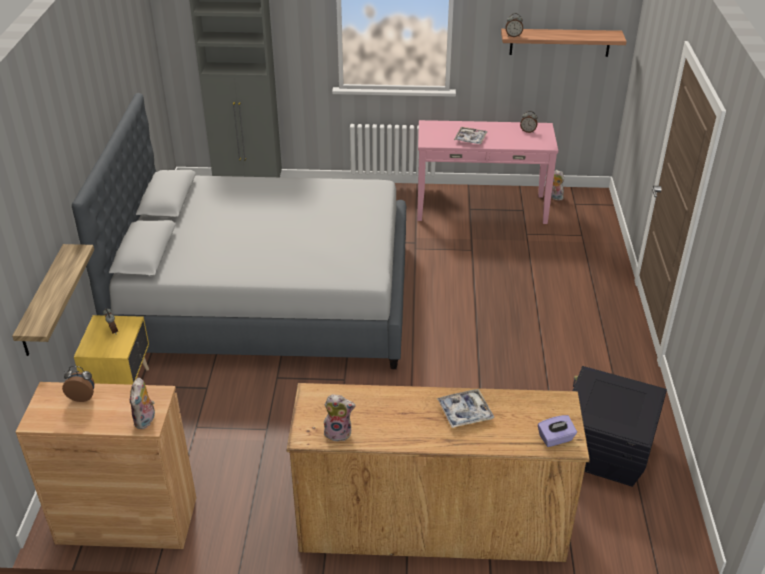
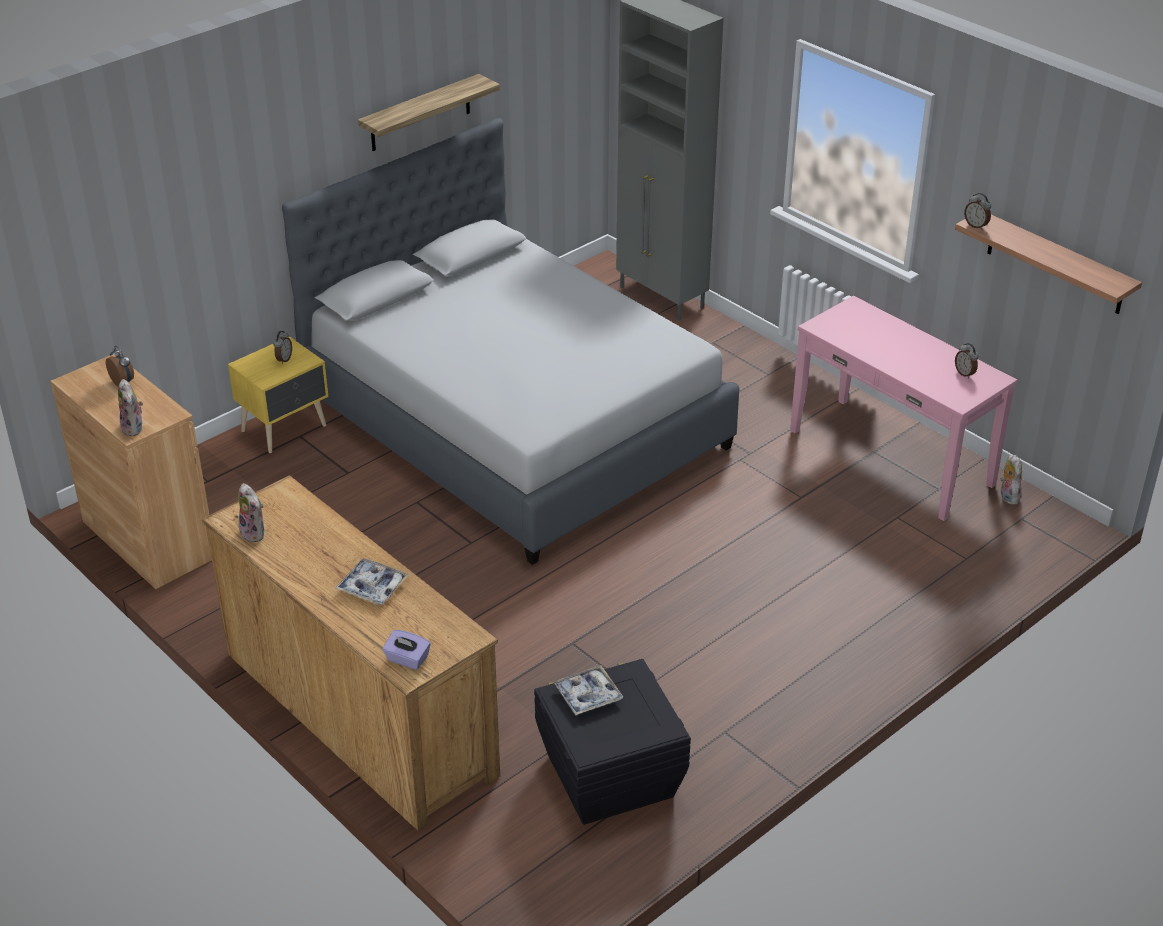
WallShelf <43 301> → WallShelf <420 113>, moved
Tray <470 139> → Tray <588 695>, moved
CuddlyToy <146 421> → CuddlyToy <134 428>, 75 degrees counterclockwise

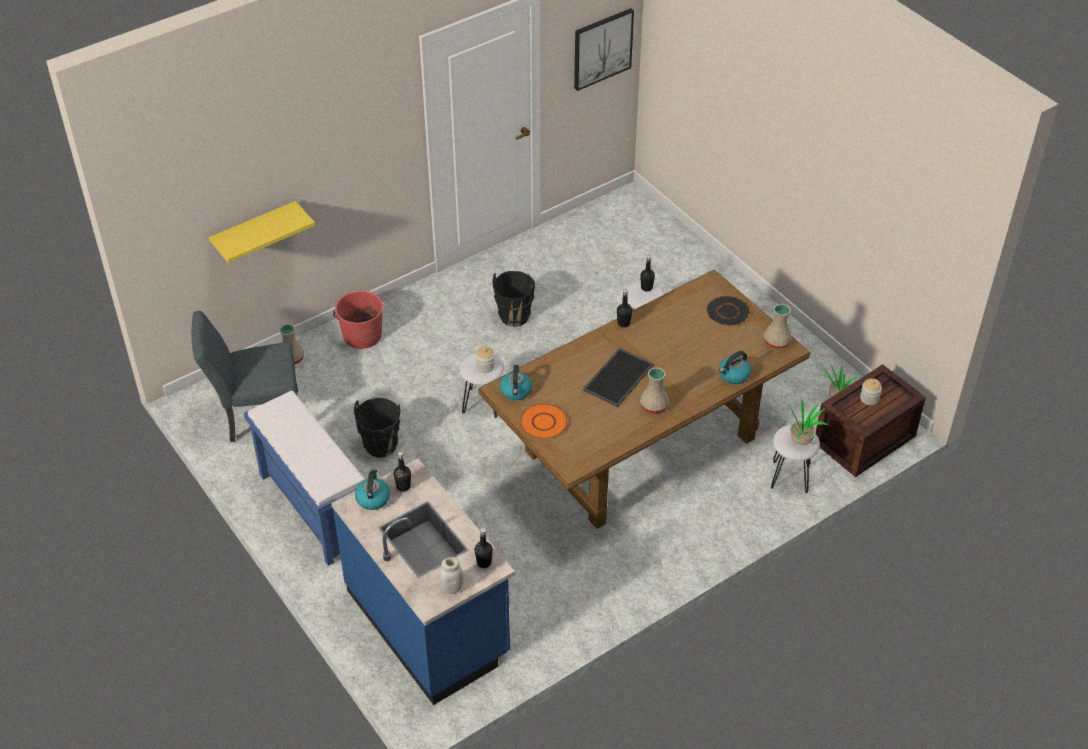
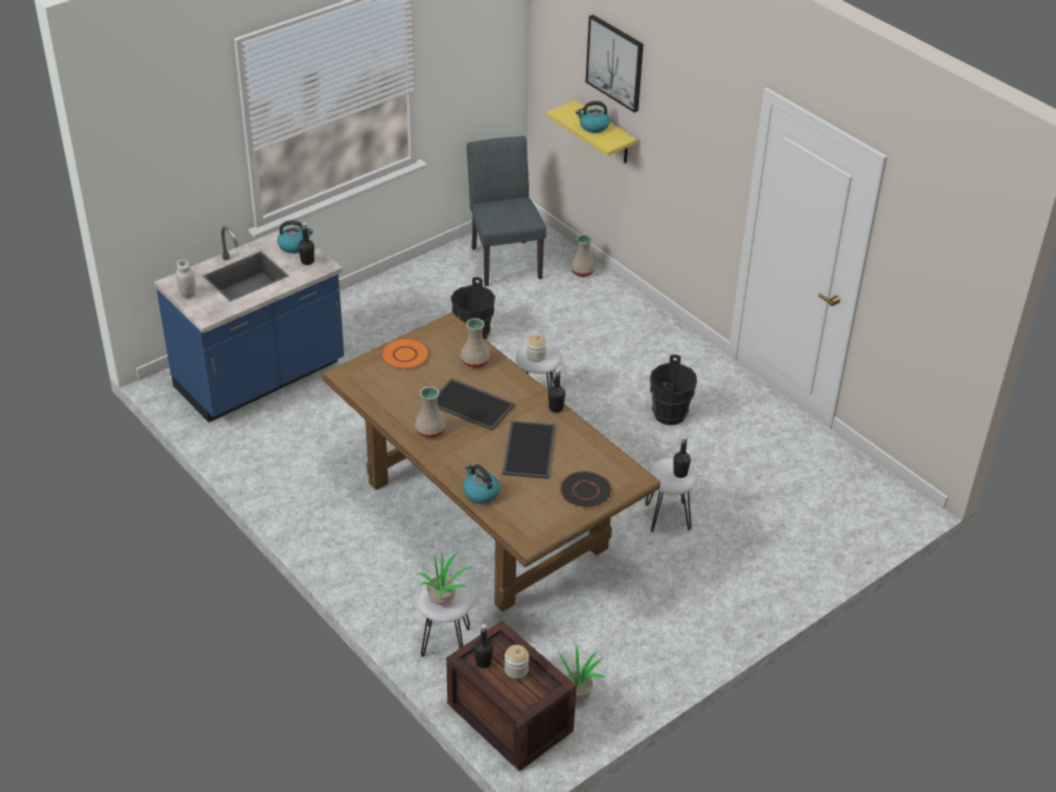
BlueLongSeat <314 507> → -
ReddishWaterBucket <362 335> → -
- → Tray <528 449>
BlackBeverageBottle <484 562> → BlackBeverageBottle <483 662>, moved
Kettle <516 391> → Kettle <593 126>, moved
Picture <602 48> → Picture <615 62>, moved
BeigeVase <777 342> → BeigeVase <474 362>, moved

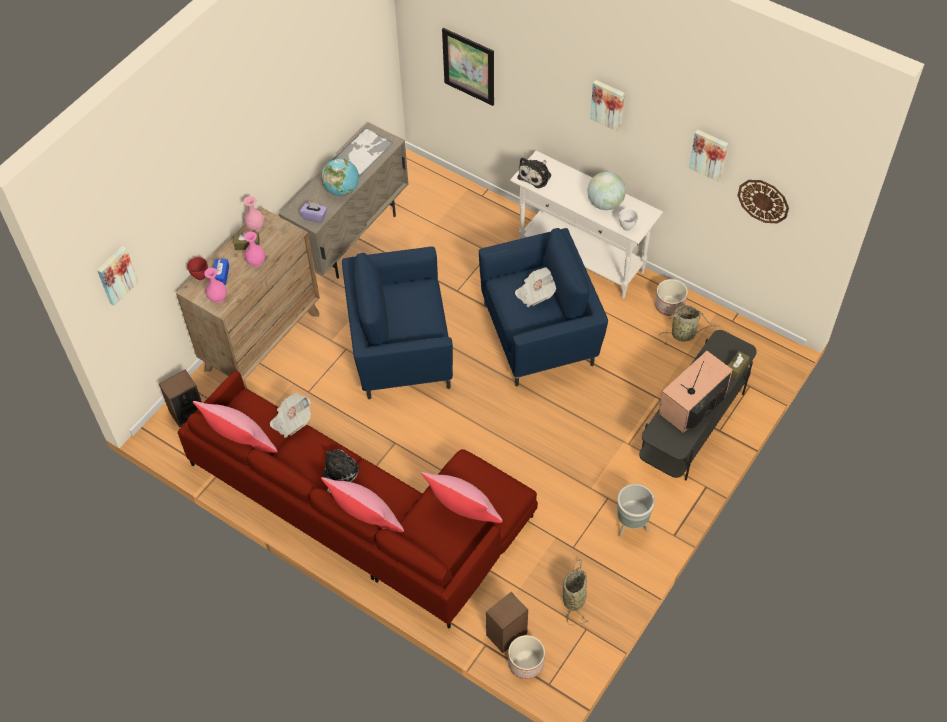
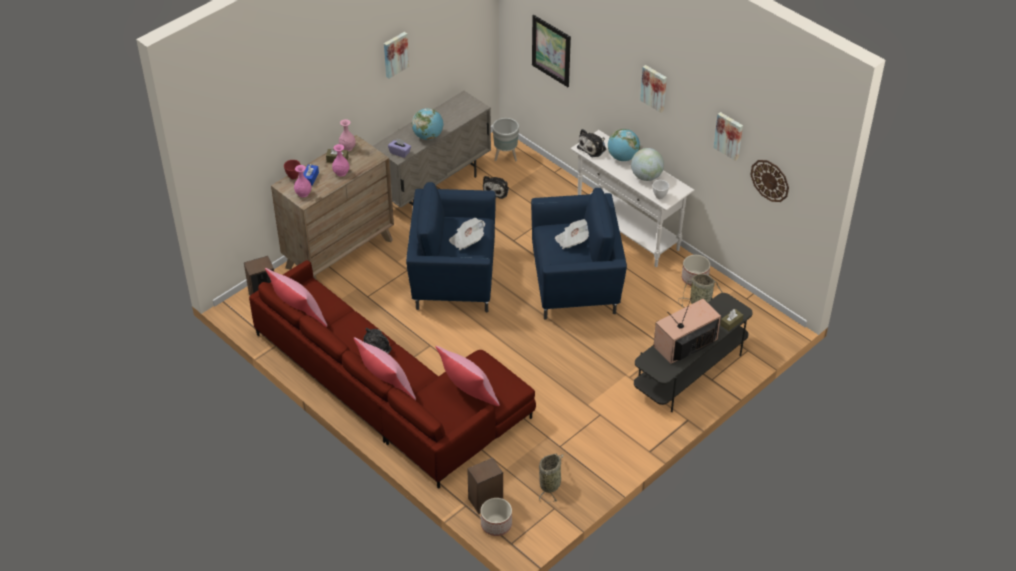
Tray <363 152> → -
- → CuddlyToy <496 190>
- → WorldGlobe <623 157>
Picture <116 275> → Picture <395 54>, moved
DailyPaper <291 421> → DailyPaper <467 240>, moved
GreyishFlowerPot <631 526> → GreyishFlowerPot <505 157>, moved

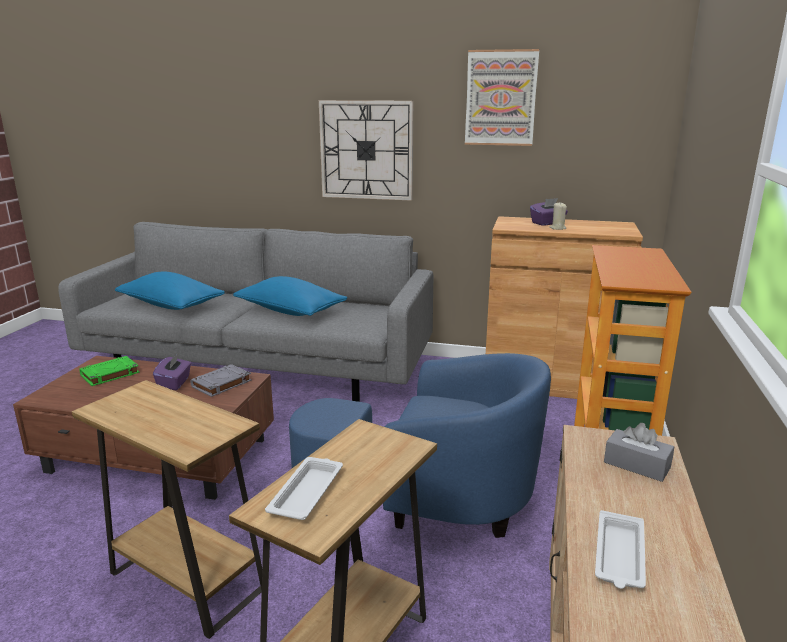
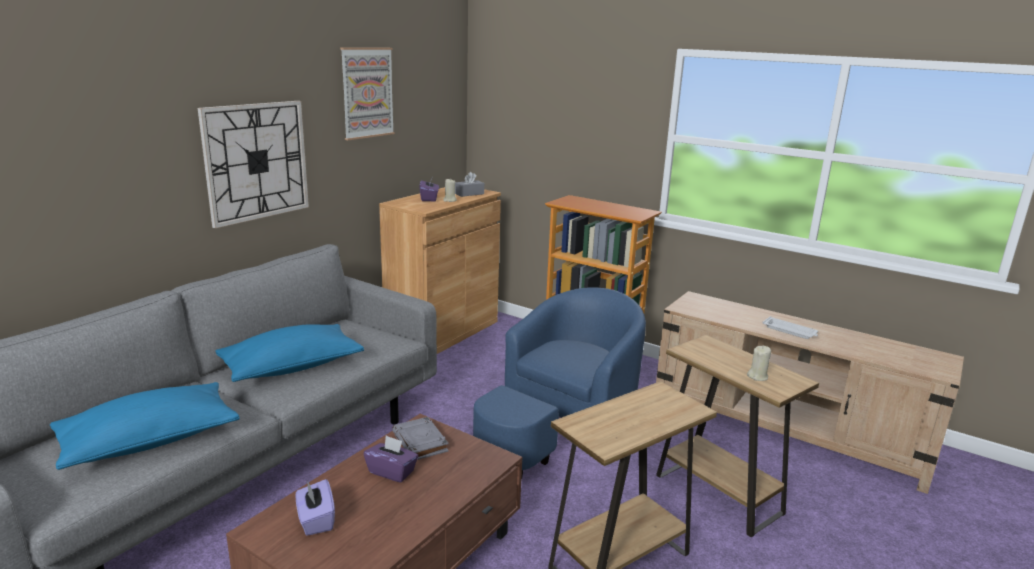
GreyishTissueHolder <636 465> → GreyishTissueHolder <469 194>, moved
GreenishVolume <109 374> → PurplishTissueHolder <316 520>
WhiteTray <307 492> → BeigeCandle <757 376>

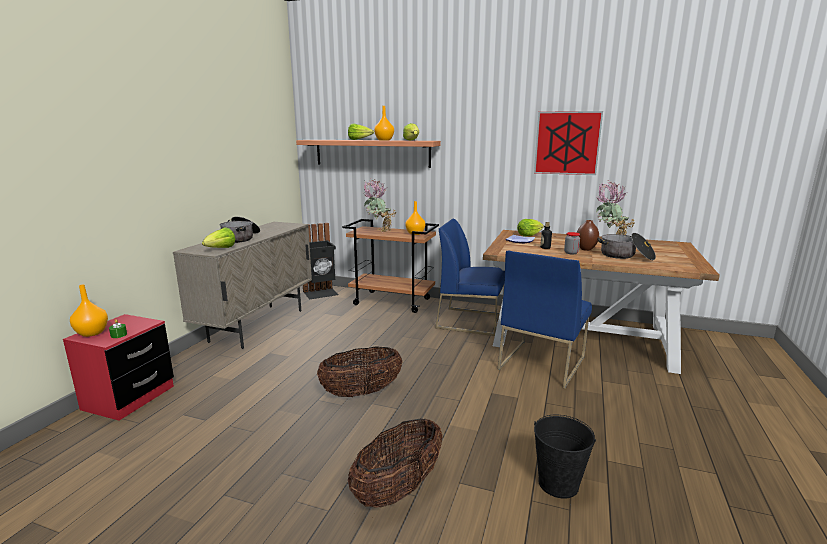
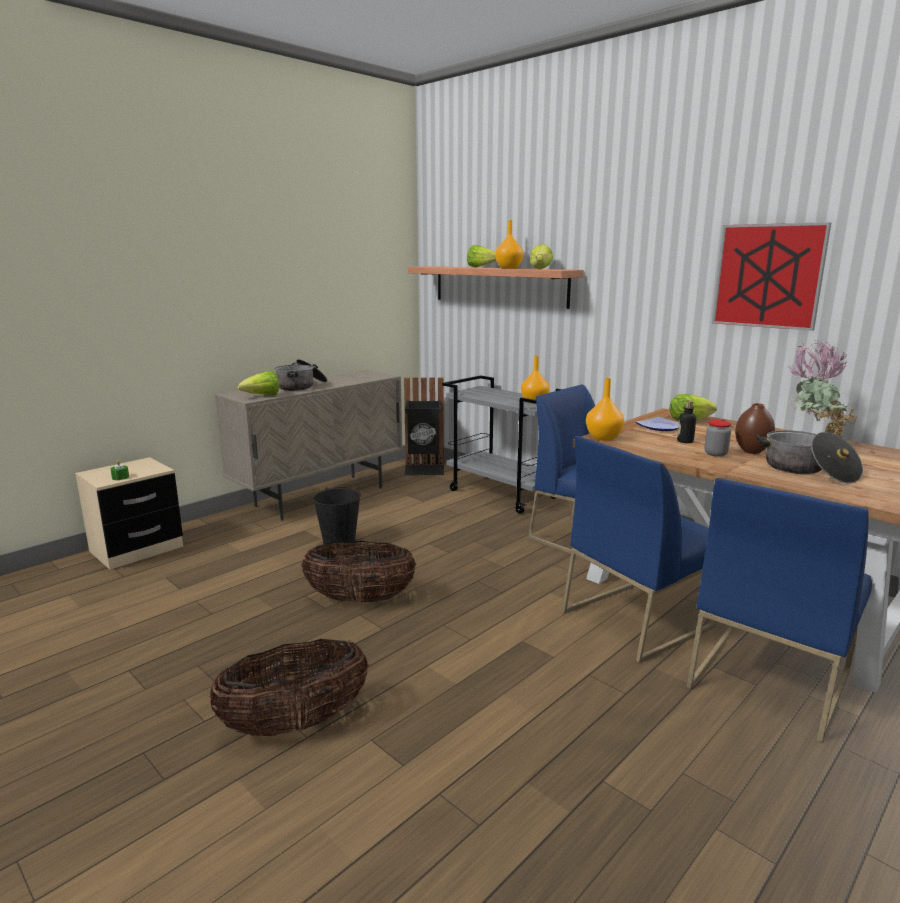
PottedPlant <379 232> → -
- → BlueUprightChair <768 678>
OrangeColouredVase <91 333> → OrangeColouredVase <603 438>, moved
BlackWaterBucket <558 484> → BlackWaterBucket <339 542>, moved
ReddishNightTable <129 398> → BeigeNightTable <137 549>
BrownWheeledCart <393 301> → GreyishWheeledCart <504 494>

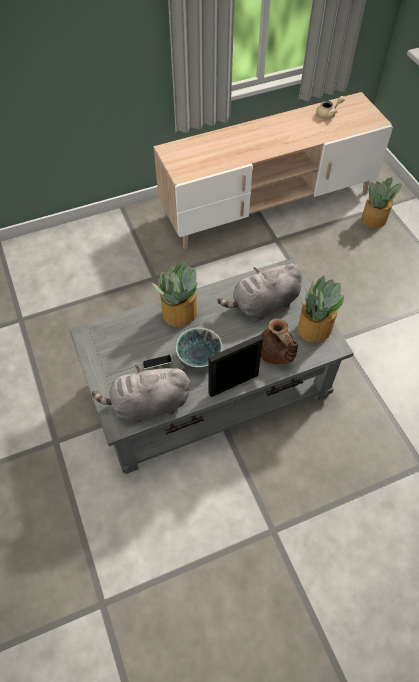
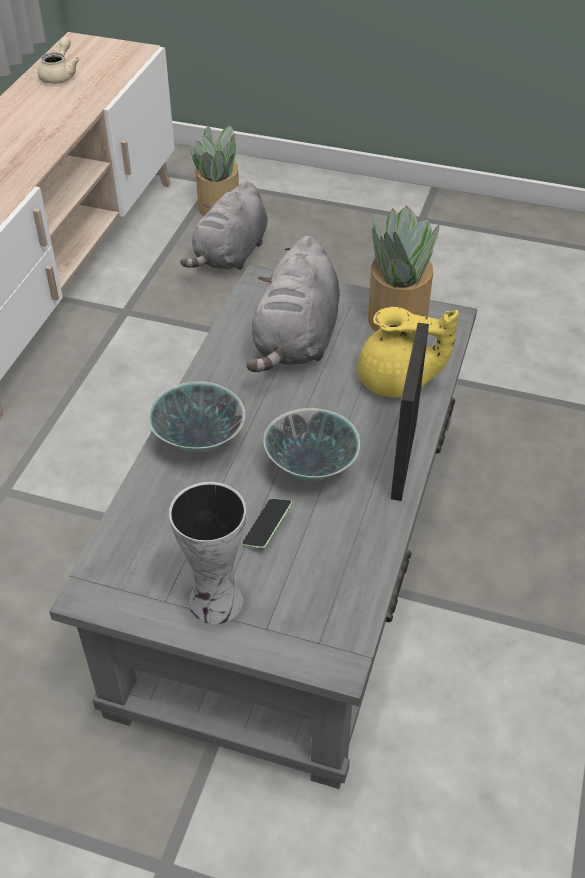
- → Vase <213 602>
GreyishCuddlyToy <147 405> → GreyishCuddlyToy <230 255>, moved
PottedPlant <178 313> → ServingBowl <198 442>
BrownPotForTea <275 354> → YellowPotForTea <397 382>

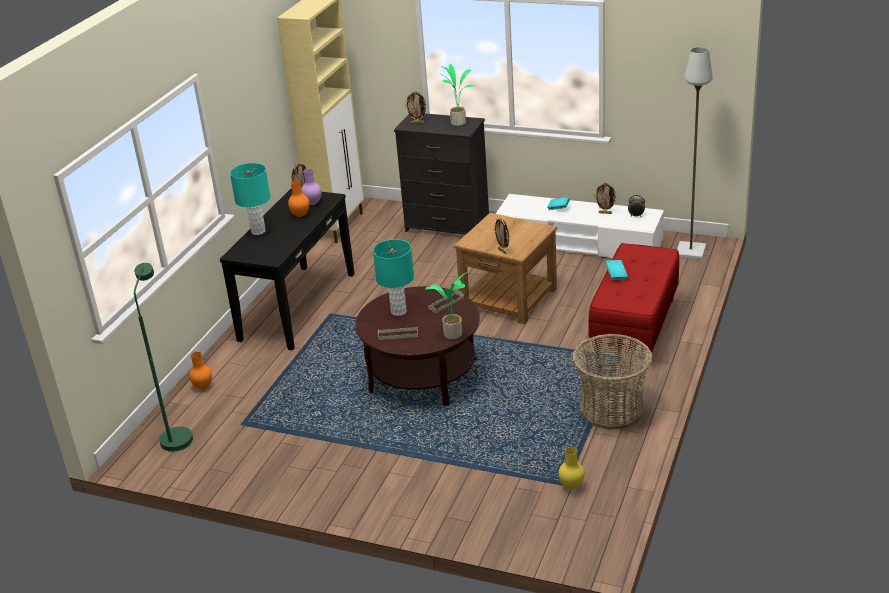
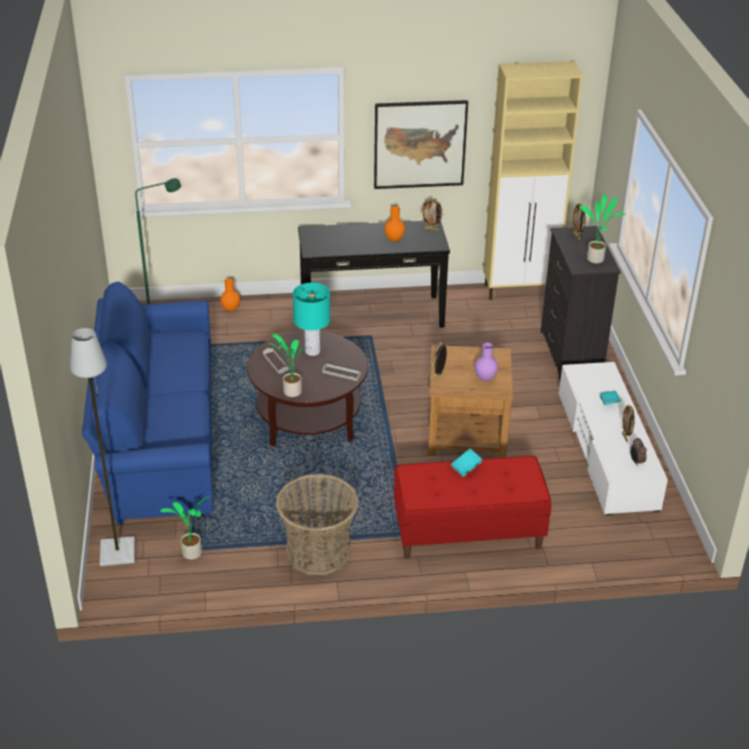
TurquoiseColouredTableLamp <258 231> → -
- → BlueSofa <159 439>
- → Picture <419 144>
PurplishVase <312 203> → PurplishVase <485 378>, moved
GreyishFloorLamp <690 251> → GreyishFloorLamp <118 552>, moved
YellowVase <571 486> → PottedPlant <191 554>

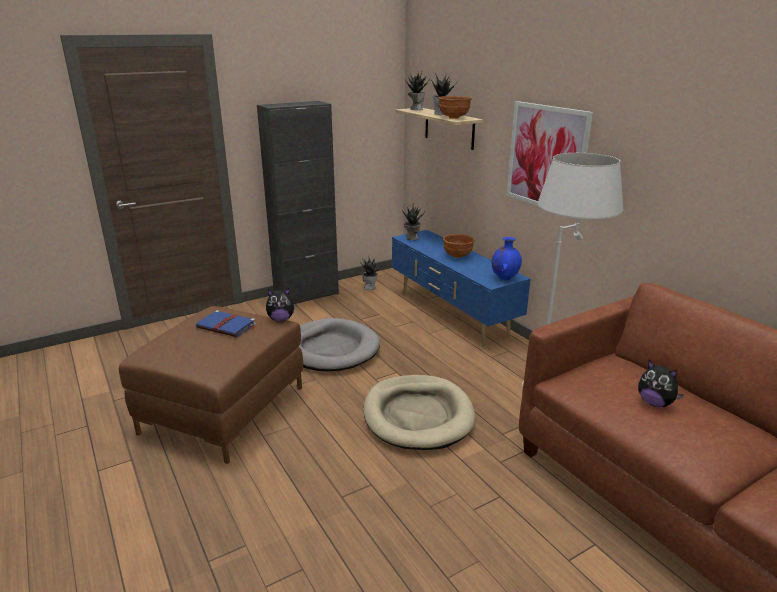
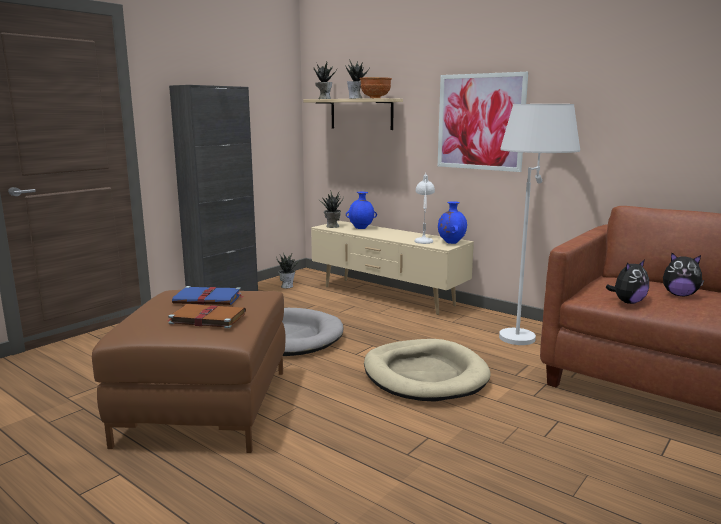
BrownServingBowl <458 256> → -
- → BrownVolume <206 318>
- → BlueVase <361 228>
- → WhiteTableLamp <424 240>
CuddlyToy <281 319> → CuddlyToy <627 302>, moved
BlueTvStand <452 314> → BeigeTvStand <387 296>

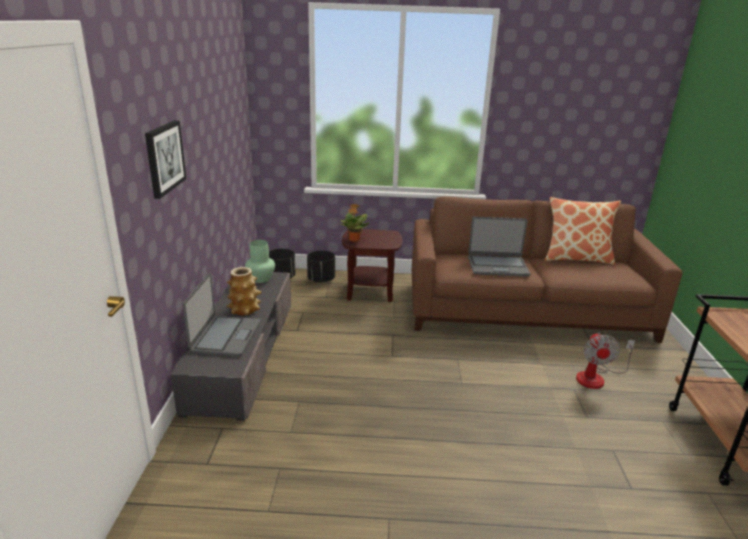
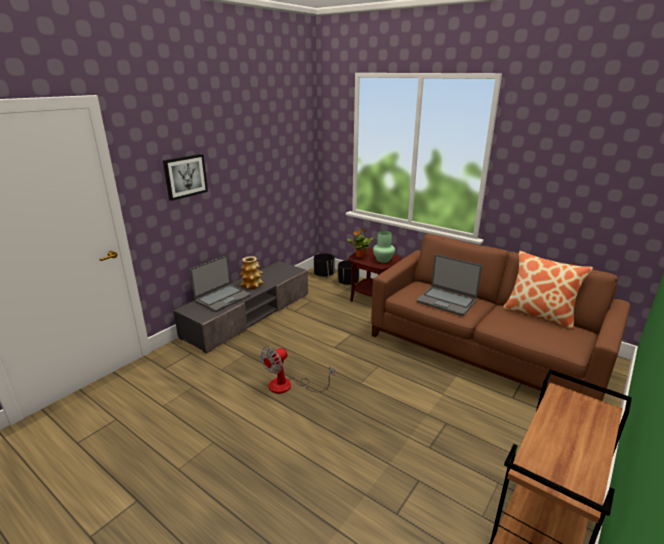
GreenishVase <261 279> → GreenishVase <383 260>, moved
CoolingFan <596 377> → CoolingFan <288 386>, moved

